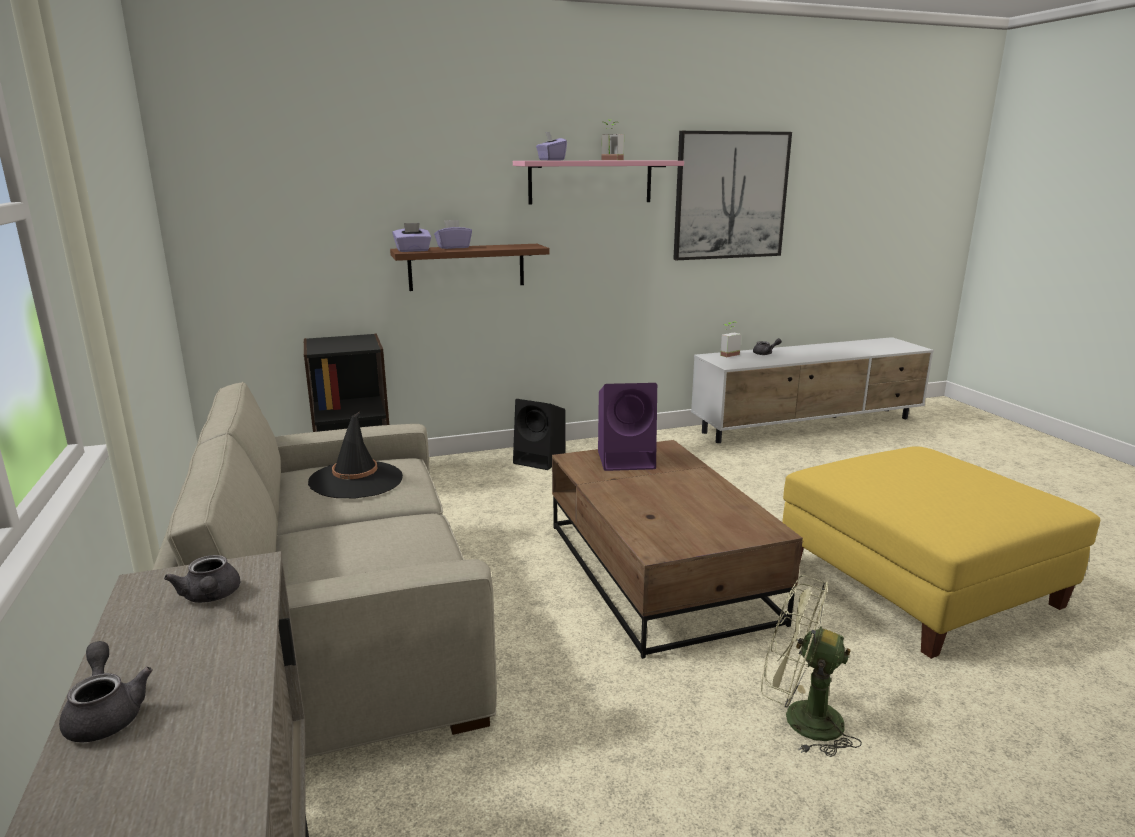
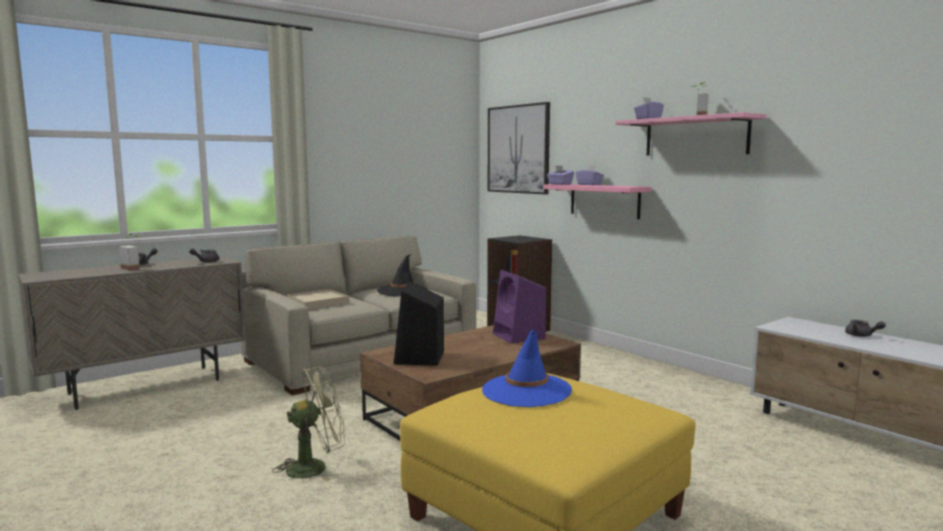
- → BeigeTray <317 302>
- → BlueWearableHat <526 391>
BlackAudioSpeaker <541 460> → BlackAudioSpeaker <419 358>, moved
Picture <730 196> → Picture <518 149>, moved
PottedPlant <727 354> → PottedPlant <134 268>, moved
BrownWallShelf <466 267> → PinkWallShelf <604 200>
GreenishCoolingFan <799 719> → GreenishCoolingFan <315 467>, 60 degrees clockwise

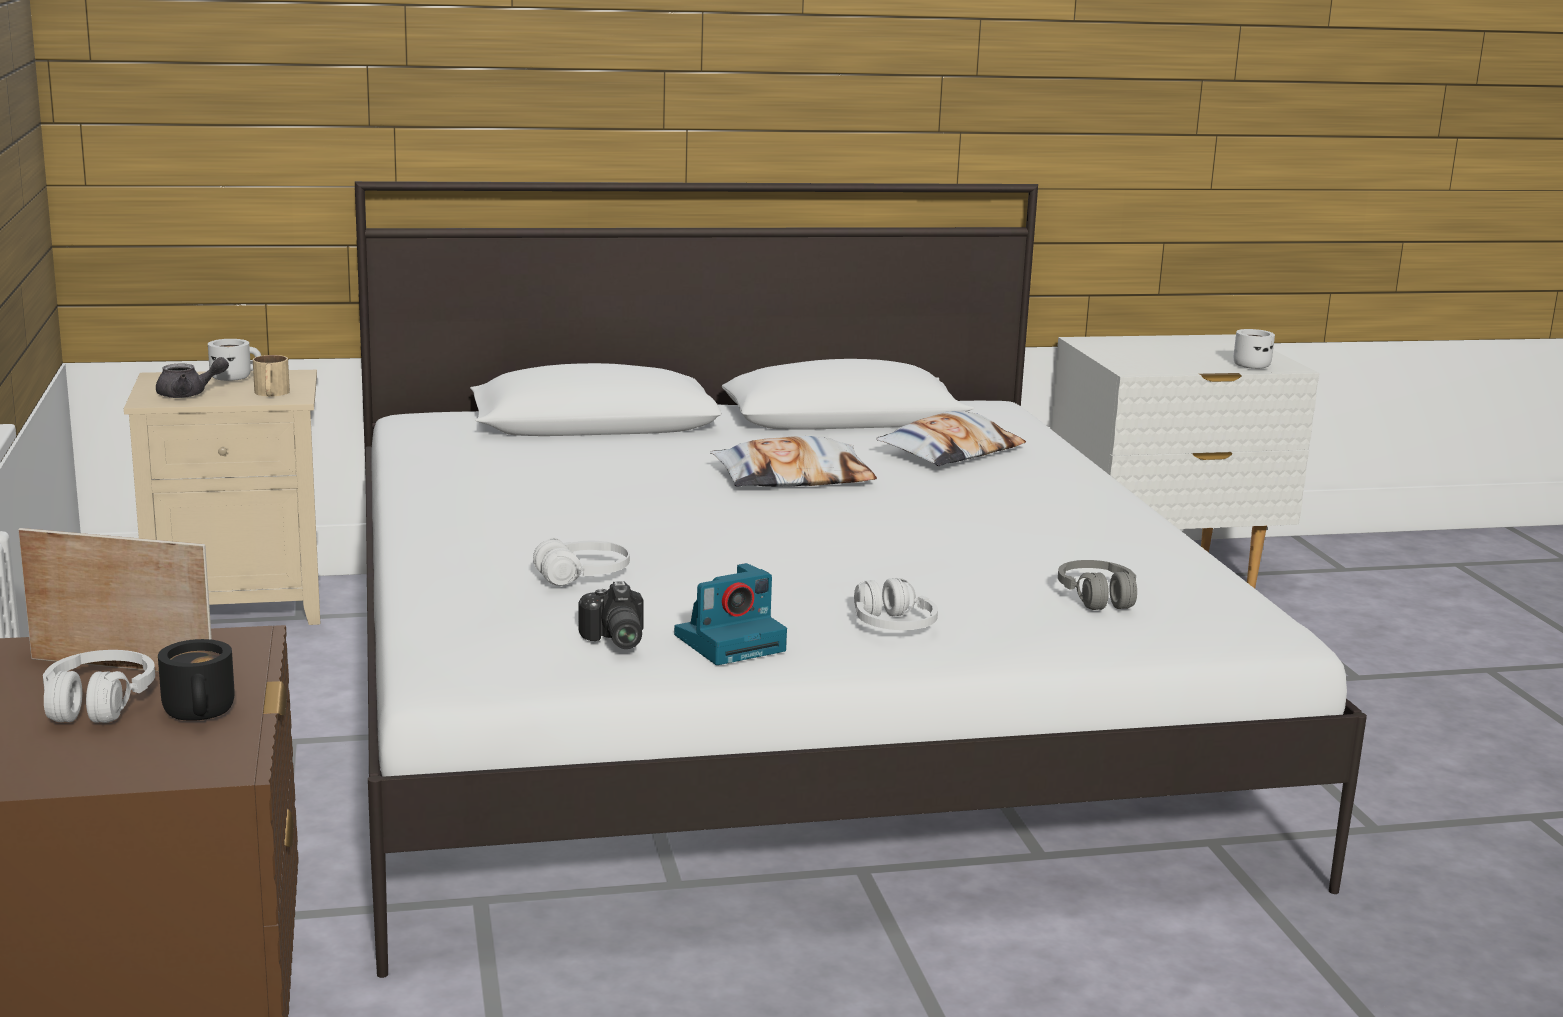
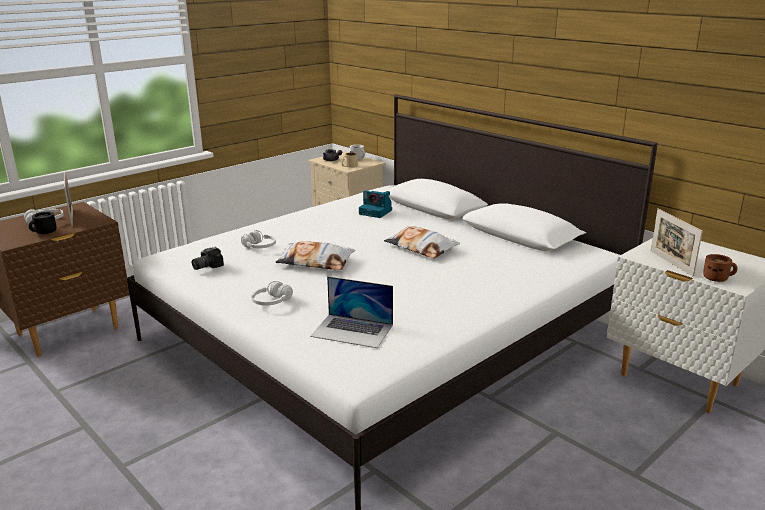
- → StandingFrame <671 263>
PhotoCamera <731 642> → PhotoCamera <376 212>, moved
Cushion <950 452> → Cushion <315 261>, moved
GreyishHeadset <1097 597> → NotebookComputer <352 330>
WhiteCoffeeMug <1251 365> → BrownCoffeeMug <717 278>

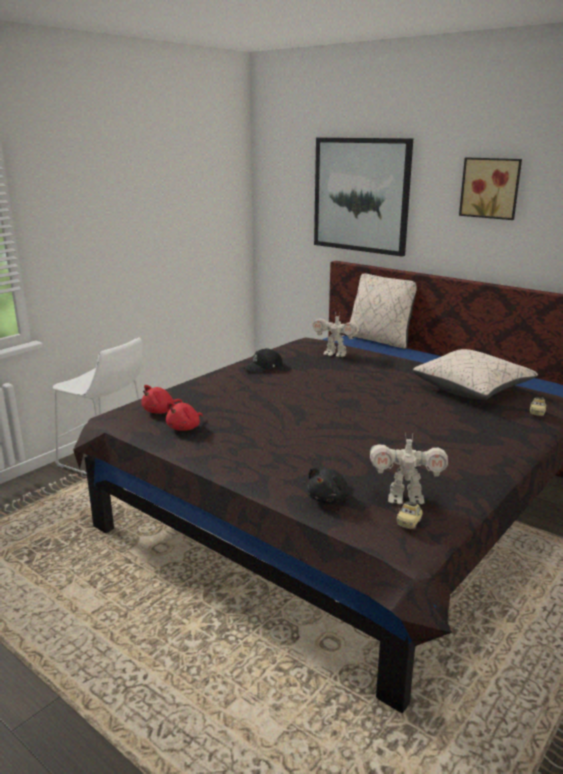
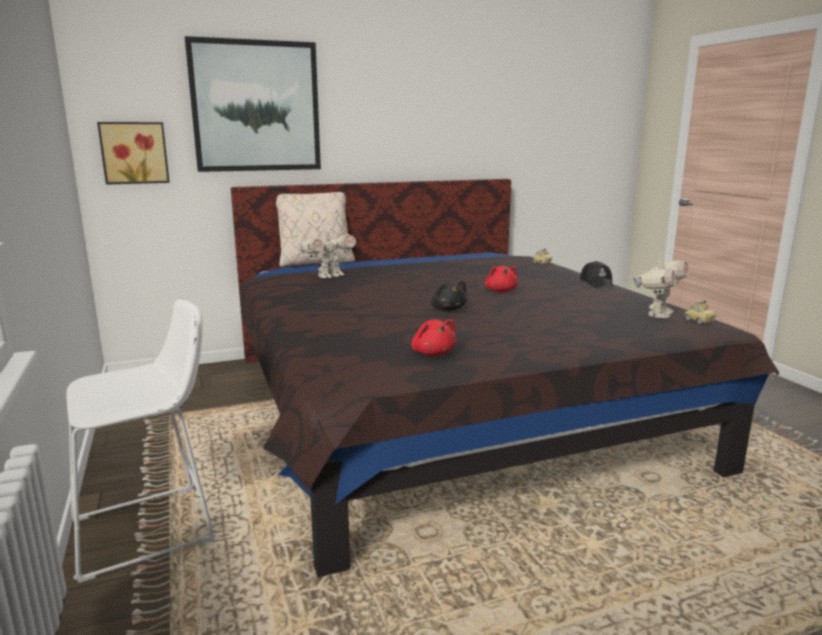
BeigeCushion <472 389> → -
ReddishCuddlyToy <160 411> → ReddishCuddlyToy <500 291>, moved
BlackBaseballCap <264 367> → BlackBaseballCap <597 282>, moved
BlackCuddlyToy <329 498> → BlackCuddlyToy <448 309>, moved
Picture <490 188> → Picture <134 153>, moved

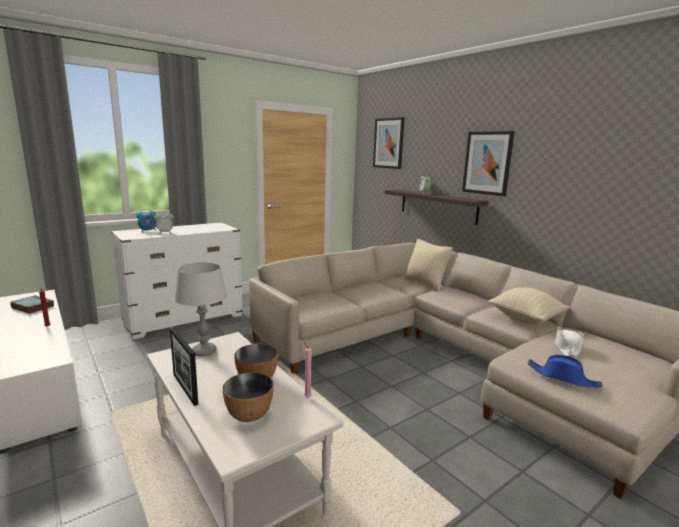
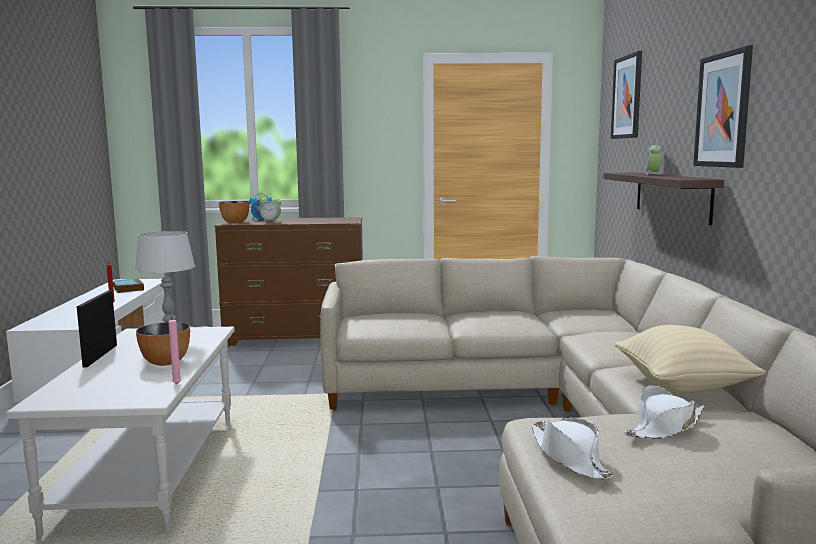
BeigeCushion <425 284> → -
ServingBowl <249 415> → ServingBowl <235 222>, moved
WhiteDrawerChest <184 319> → BrownDrawerChest <297 337>
BlueWearableHat <563 377> → WhiteWearableHat <569 457>

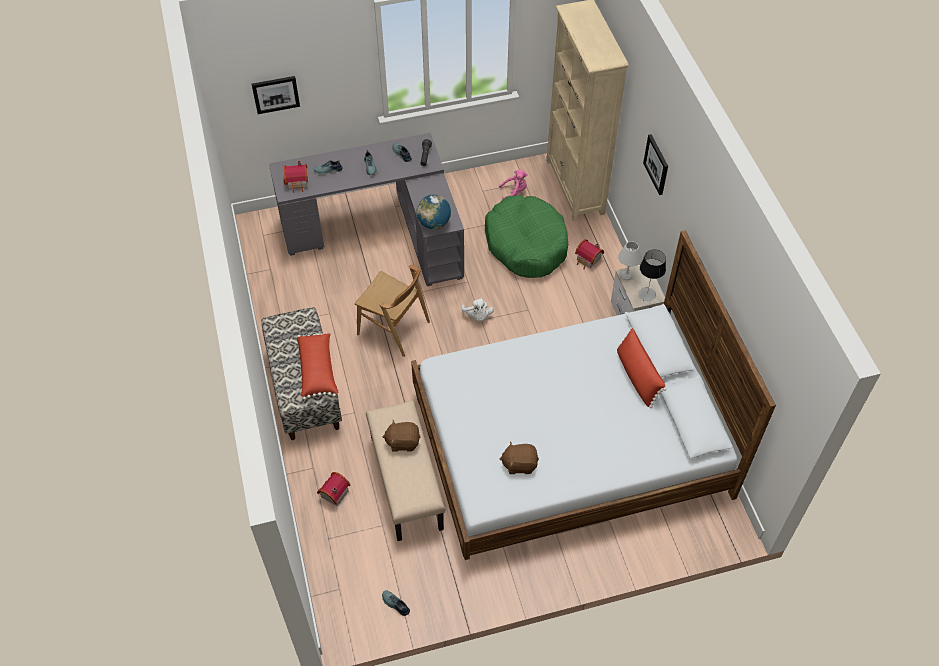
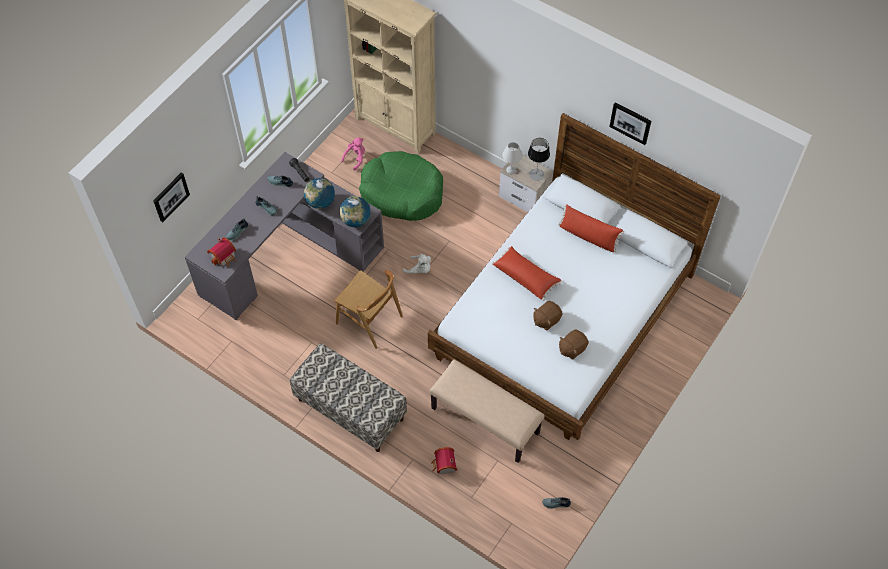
ToyHouse <588 260> → -
- → WorldGlobe <320 202>
ReddishCushion <318 370> → ReddishCushion <526 277>, moved
BrownCuddlyToy <403 442> → BrownCuddlyToy <546 320>, moved
Picture <657 164> → Picture <630 122>, moved
BrownUprightChair <393 328> → BrownUprightChair <369 320>, 45 degrees clockwise

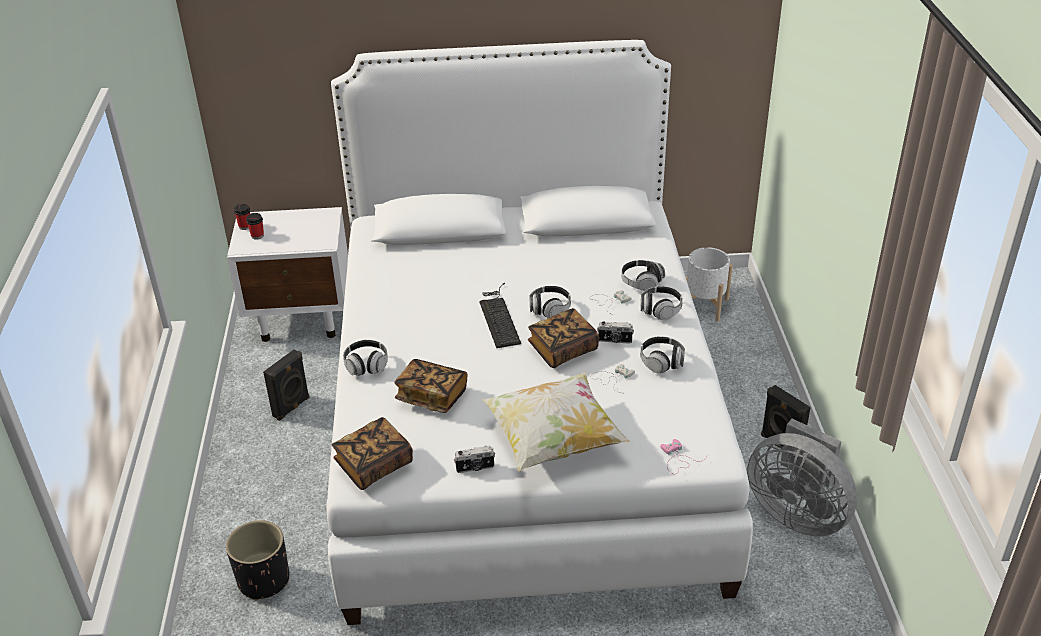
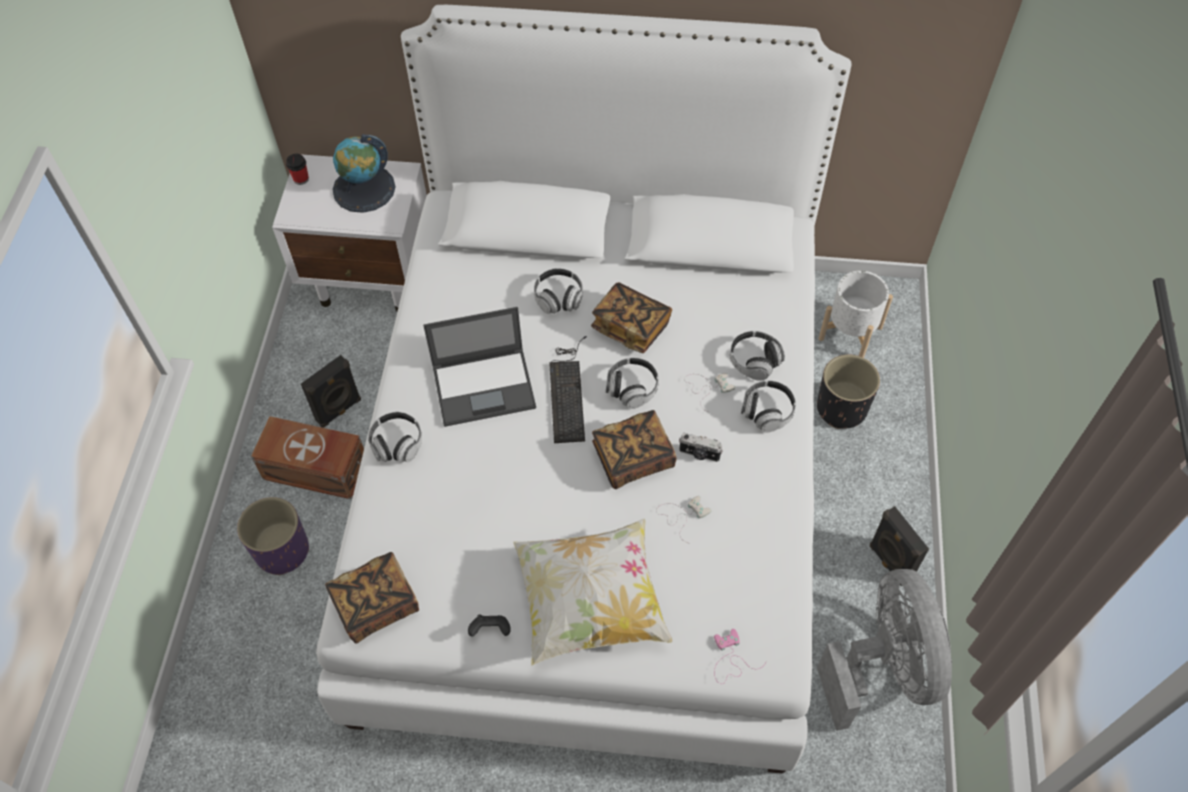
SmallCup <257 236> → -
- → PurplishFlowerPot <282 550>
- → BrownStorageBox <316 470>
- → WorldGlobe <364 189>
- → NotebookComputer <485 386>
BlackFlowerPot <263 580> → BlackFlowerPot <841 408>, moved
Volume <432 396> → Volume <631 327>, moved
Headset <662 362> → Headset <558 298>, moved
PhotoCamera <475 468> → BlackJoypad <490 630>
GreyishCoolingFan <797 513> → GreyishCoolingFan <883 667>, 150 degrees counterclockwise

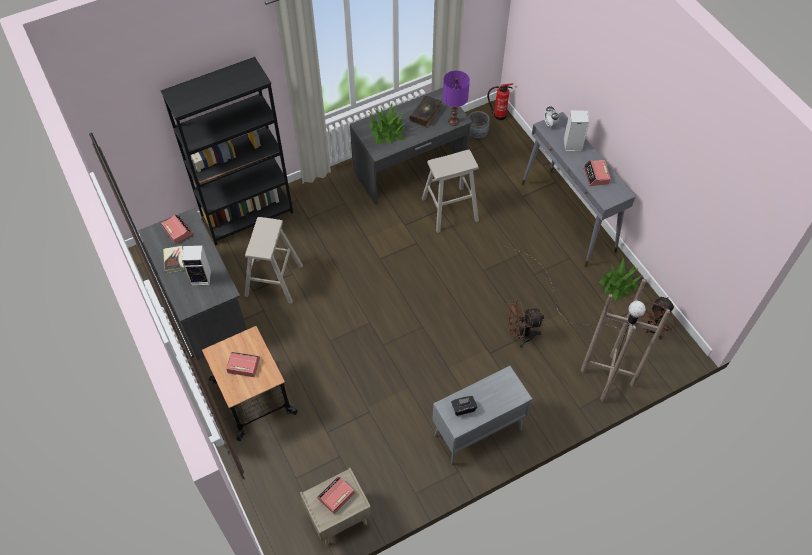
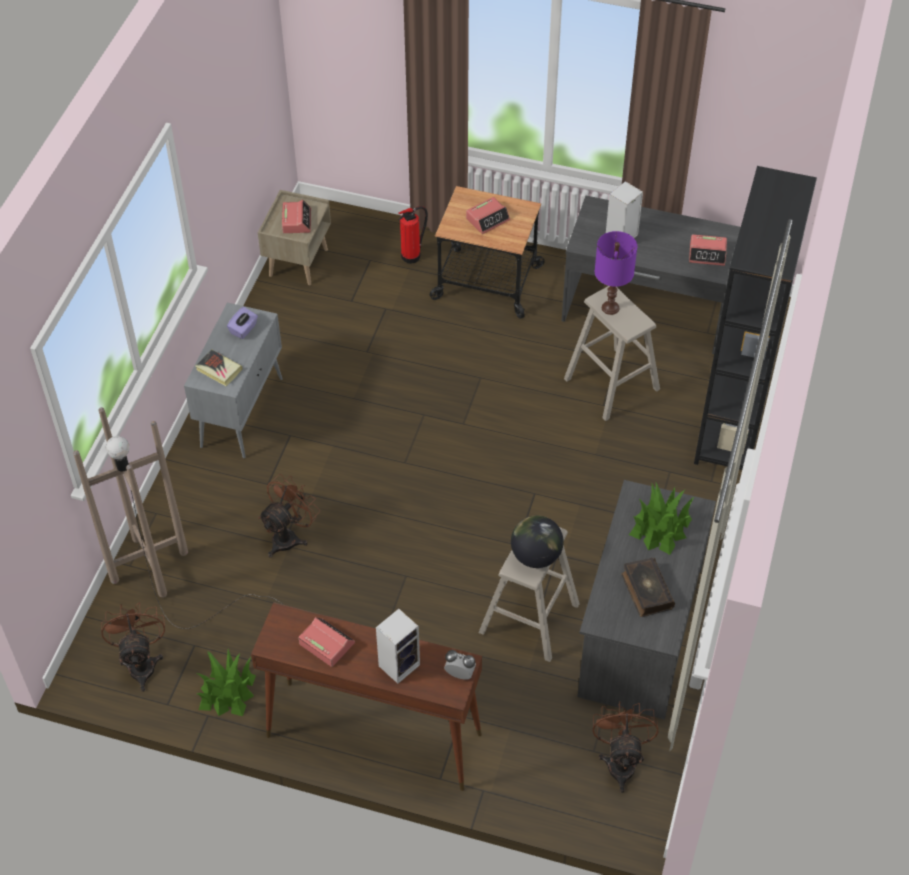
- → WorldGlobe <536 556>
Volume <174 260> → Volume <219 370>, moved
PurplishTableLamp <454 121> → PurplishTableLamp <610 308>, moved
FireExtinguisher <498 115> → FireExtinguisher <412 255>, moved
GreyishFlowerPot <477 134> → BrownCoolingFan <621 761>
BlackTissueHolder <463 408> → PurplishTissueHolder <244 329>
GreyishNarrowTable <568 217> → BrownNarrowTable <372 735>

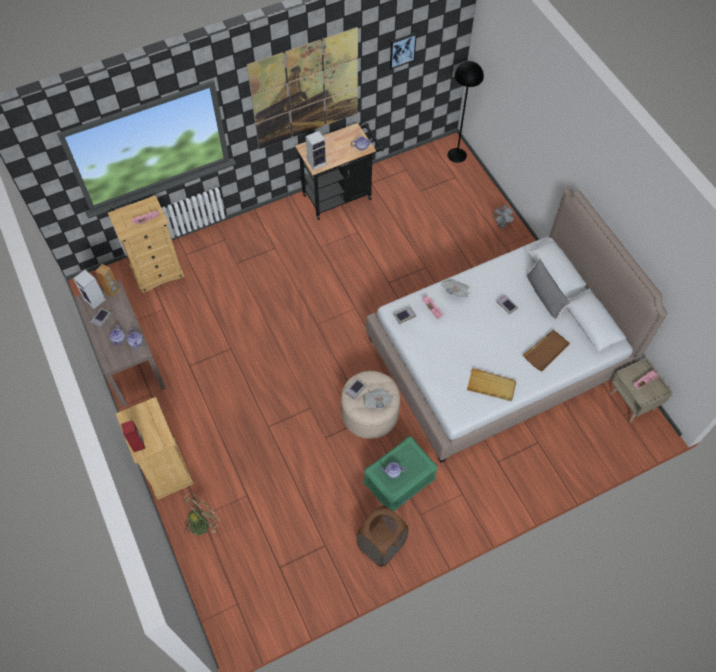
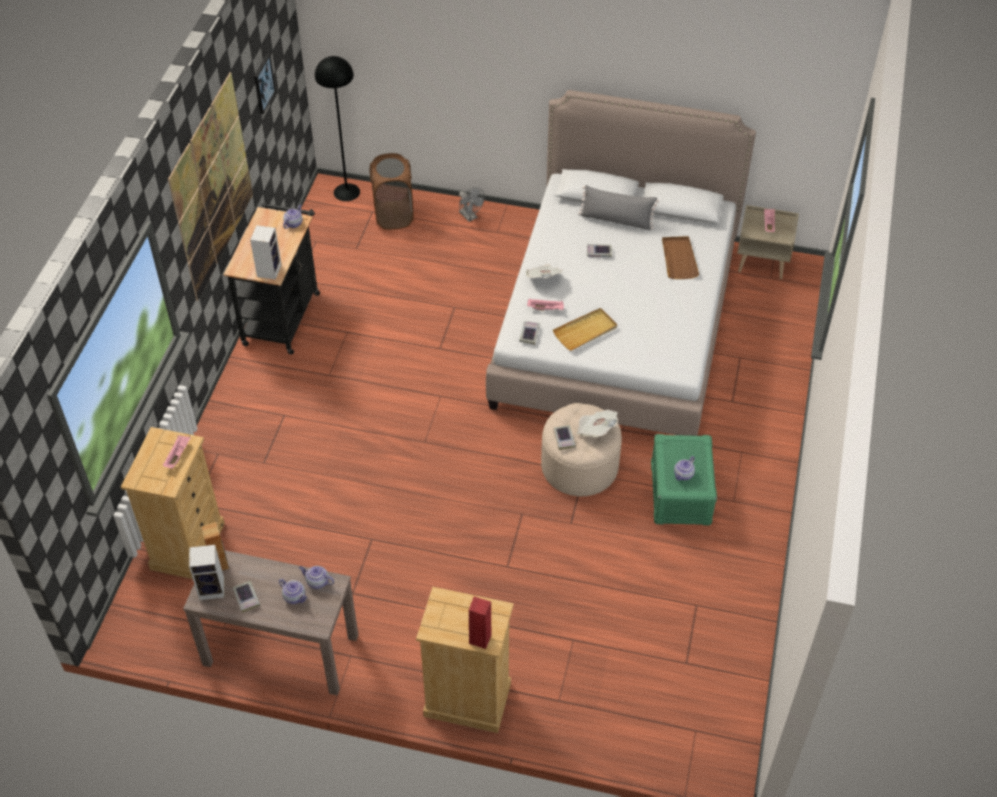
GreenishCoolingFan <202 522> → -
BrownWashingBasket <381 545> → BrownWashingBasket <394 215>, moved
BeigeTray <491 386> → BeigeTray <585 331>, moved

